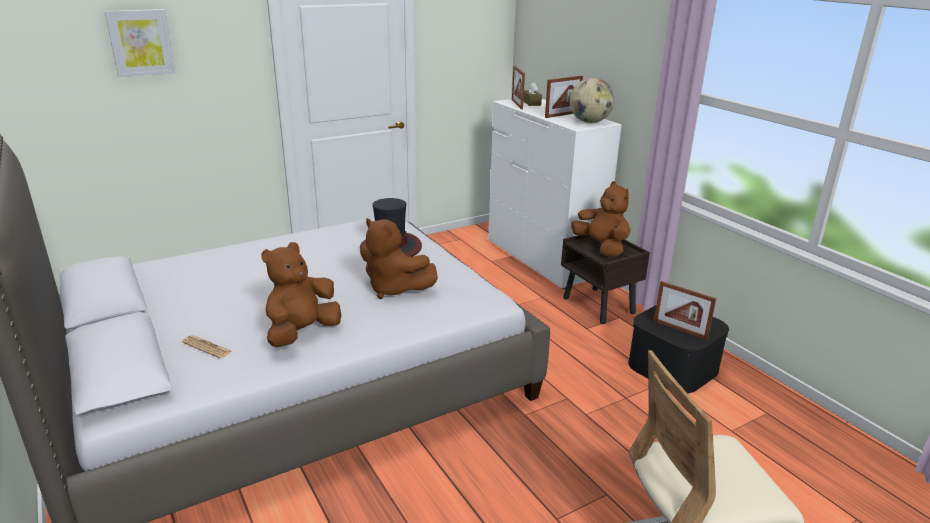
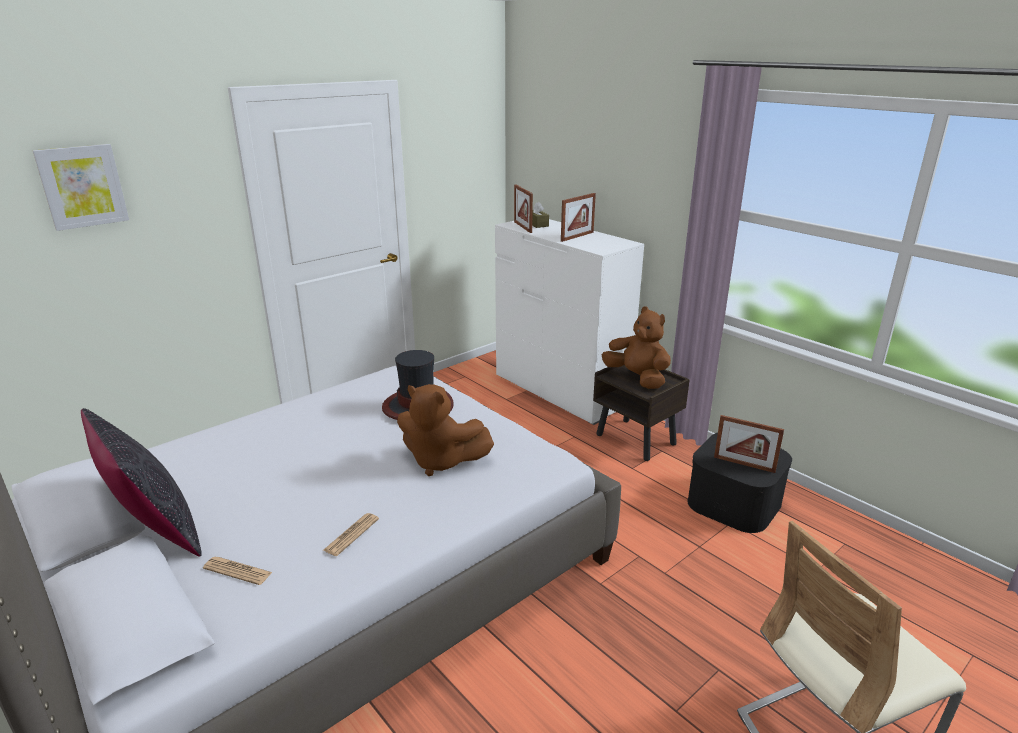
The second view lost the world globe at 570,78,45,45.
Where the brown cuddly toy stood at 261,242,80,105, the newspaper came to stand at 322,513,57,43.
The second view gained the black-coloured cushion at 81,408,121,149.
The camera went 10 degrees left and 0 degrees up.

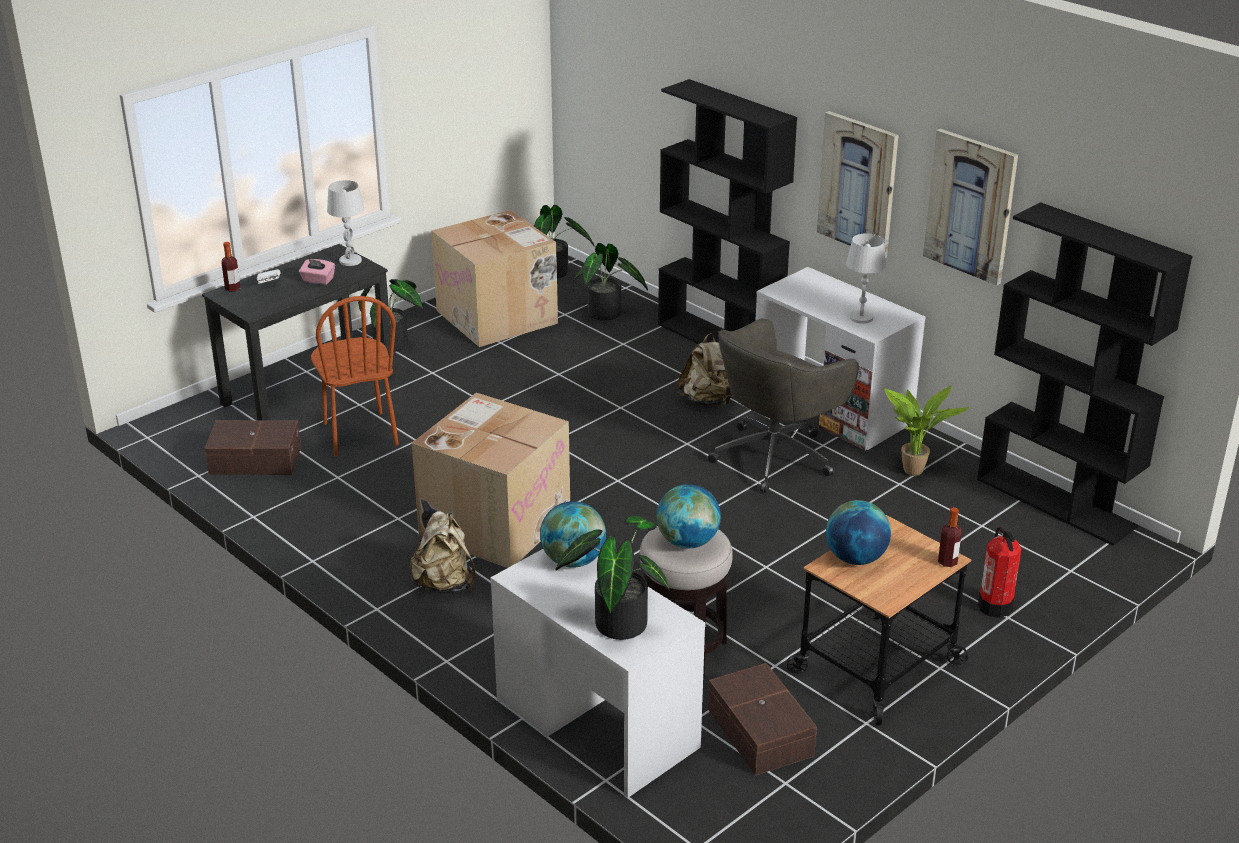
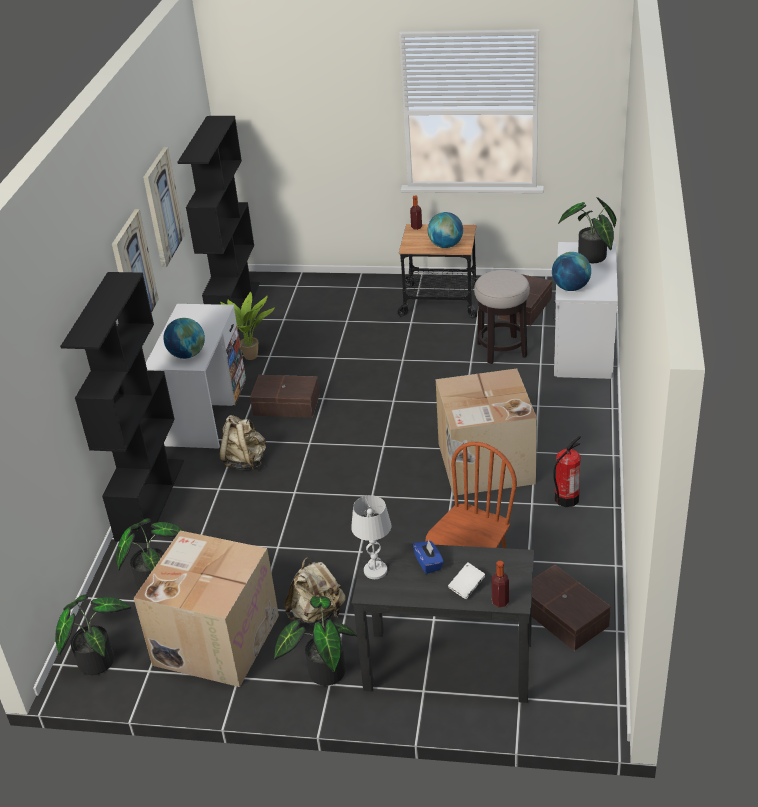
The second view lost the white lamp for a table at 846,233,40,91.
What was the pink tissue box at 299,259,36,26 turned into the blue tissue box at 413,540,31,34.
Where the grey computer chair stood at 708,319,151,174, the brown storage container came to stand at 250,375,70,43.
The world globe ended up elsewhere, having gone from 657,484,64,64 to 163,318,42,41.
The beige rucksack ended up elsewhere, having gone from 410,511,65,81 to 284,557,62,67.
The extinguisher ended up elsewhere, having gone from 978,527,44,91 to 553,436,28,71.
The camera went 125 degrees left and 5 degrees up.

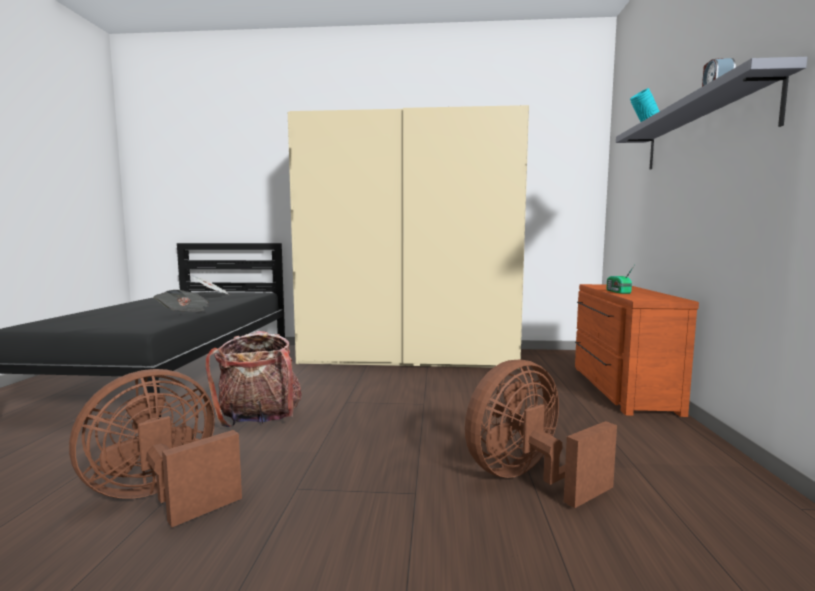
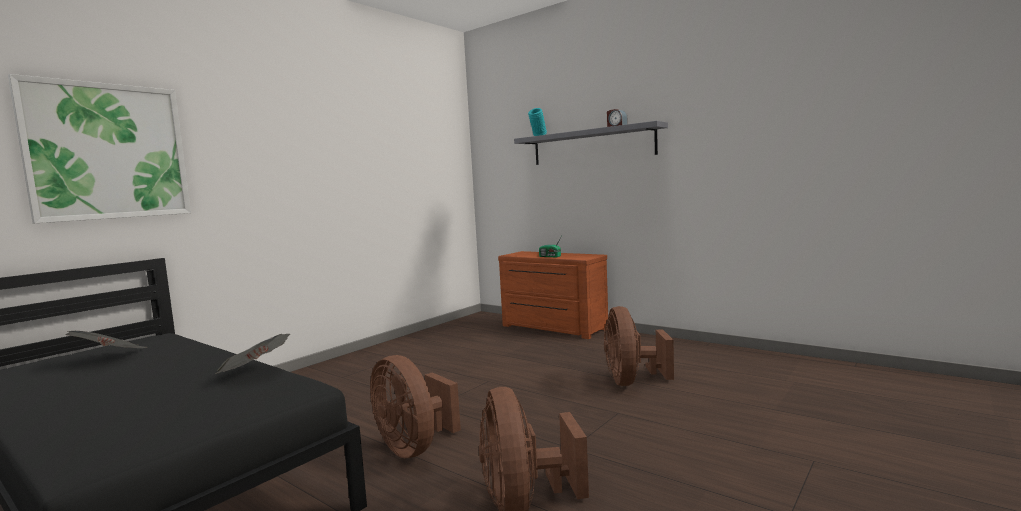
The second view lost the beige wardrobe at 288,105,241,264.
Where the rucksack stood at 205,331,97,96, the brown electric fan came to stand at 370,355,91,103.
The second view gained the wall picture at 8,74,183,149.
The camera went 55 degrees left and 0 degrees up.

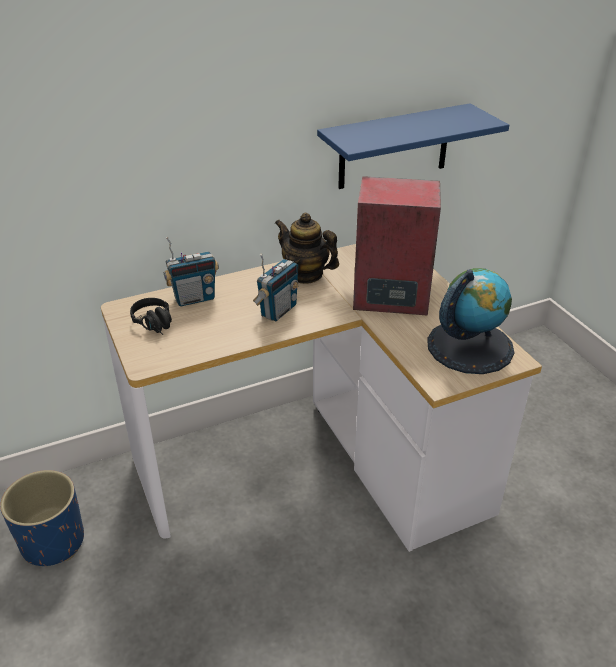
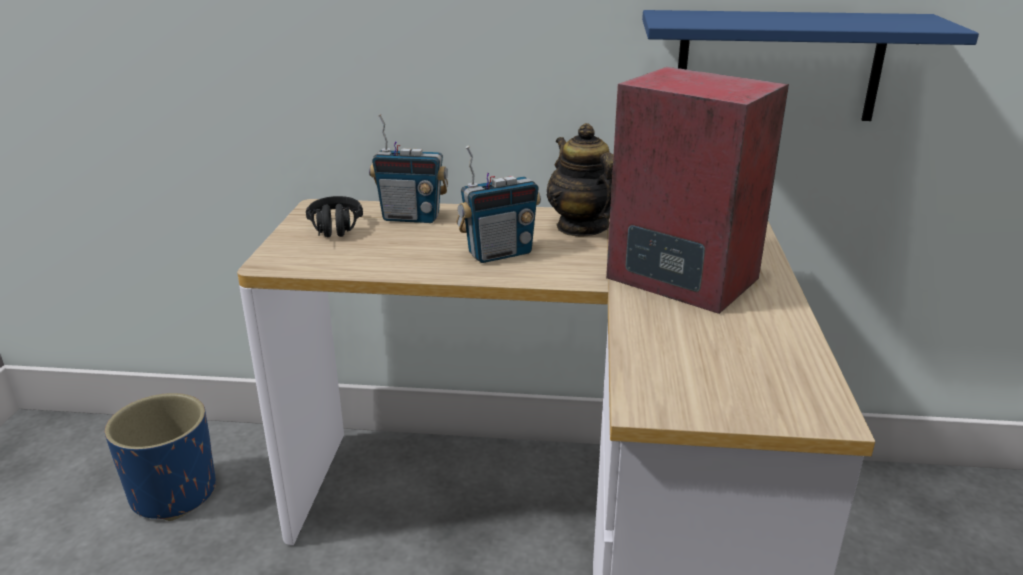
The second view lost the world globe at 427,268,88,106.
The camera went 30 degrees right and 10 degrees down.

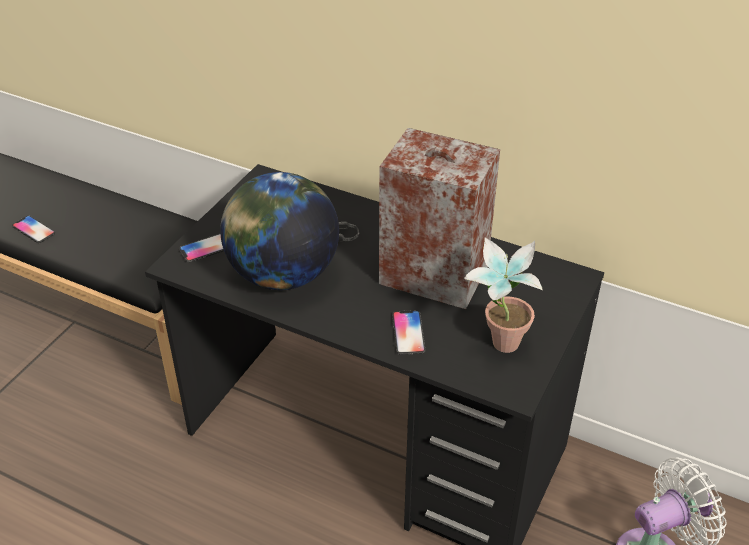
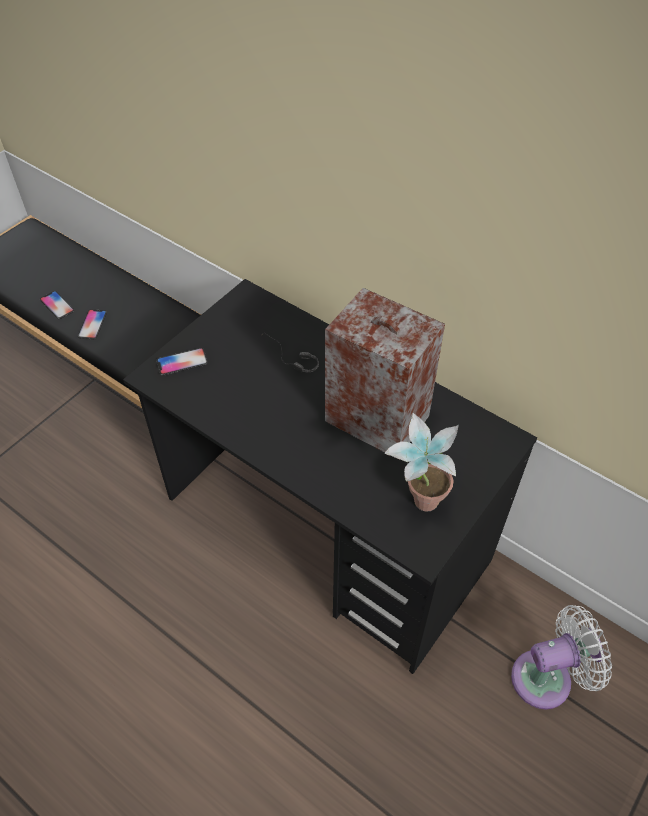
The second view lost the world globe at 220,172,119,118.
The phone ended up elsewhere, having gone from 392,310,34,45 to 78,309,29,30.
The camera went 10 degrees right and 10 degrees up.

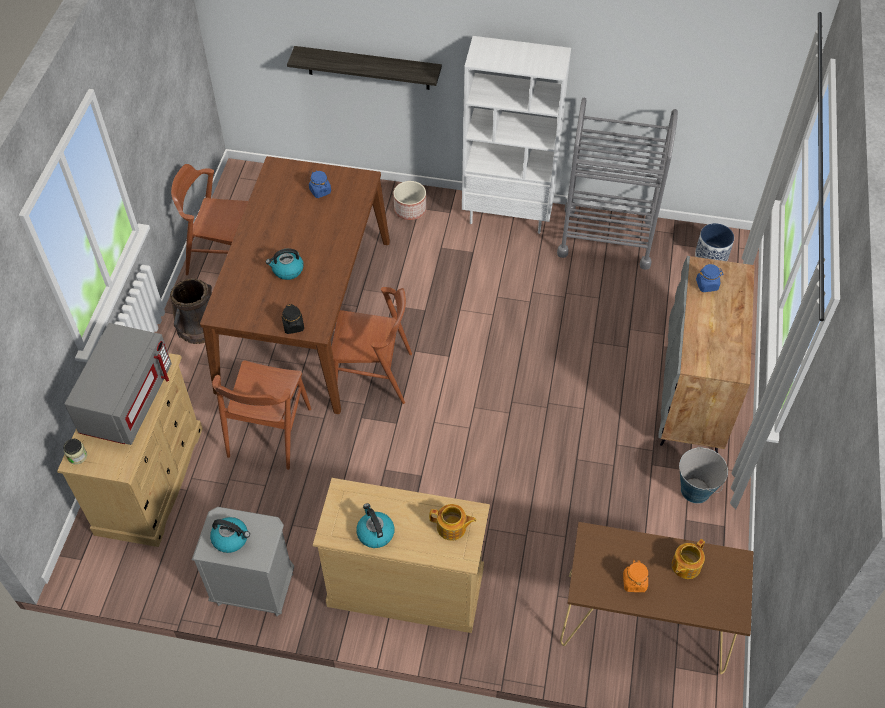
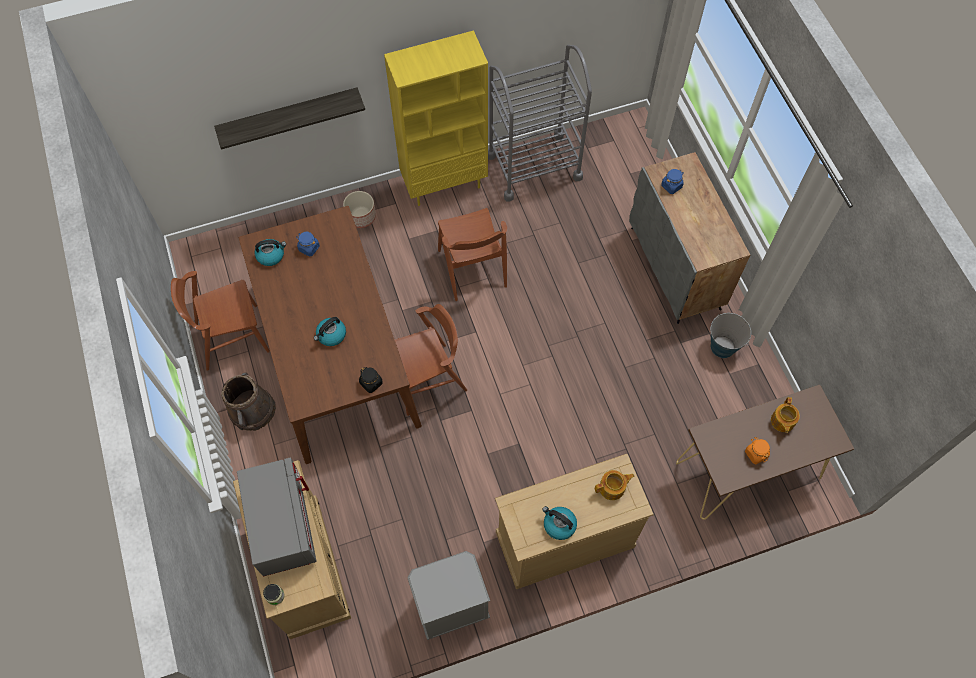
What was the white bookcase at 462,36,109,198 turned into the yellow-coloured bookcase at 384,30,104,176.
The second view lost the planter at 695,223,39,38.
The brown plain chair ended up elsewhere, having gone from 212,360,99,110 to 438,208,69,93.
The tea kettle ended up elsewhere, having gone from 210,517,40,36 to 255,239,31,27.
The camera went 30 degrees left and 10 degrees up.

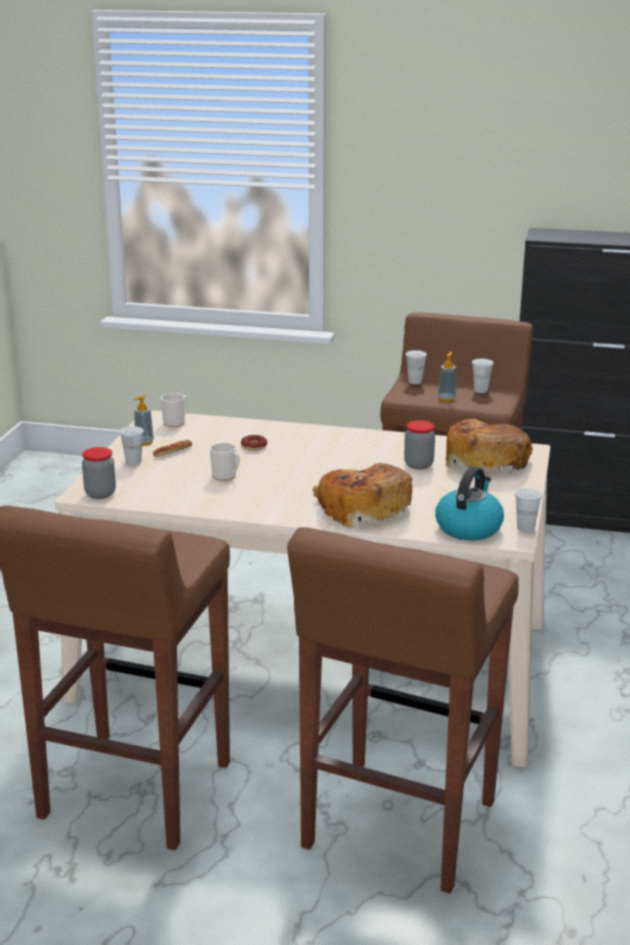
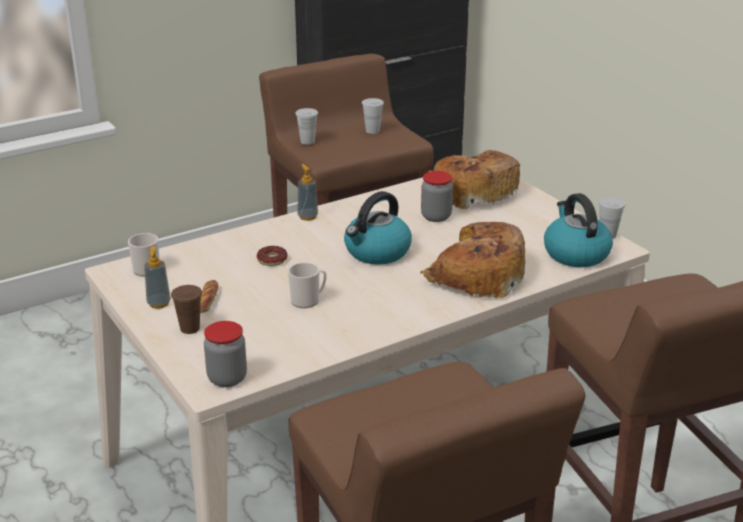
The soap bottle ended up elsewhere, having gone from 438,352,18,50 to 297,164,21,57.
What was the white drinking cup at 119,426,25,39 turned into the brown drinking cup at 171,285,31,49.
The second view gained the tea kettle at 344,191,68,74.
The camera went 45 degrees left and 5 degrees up.

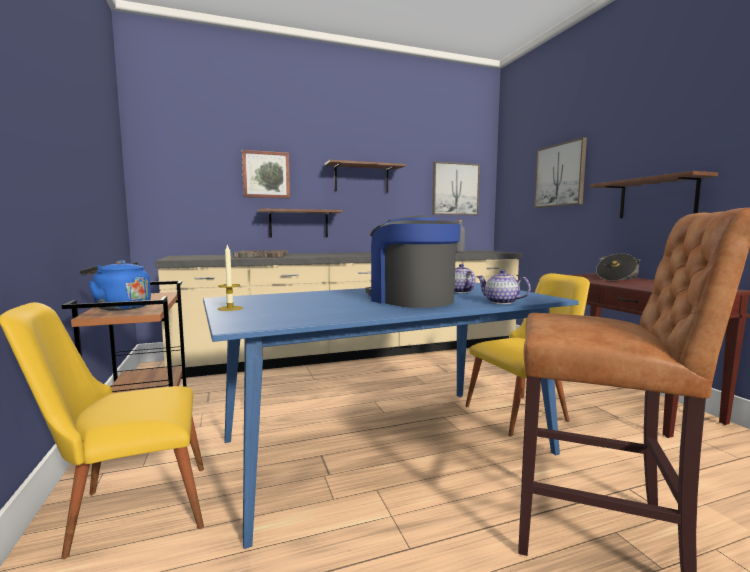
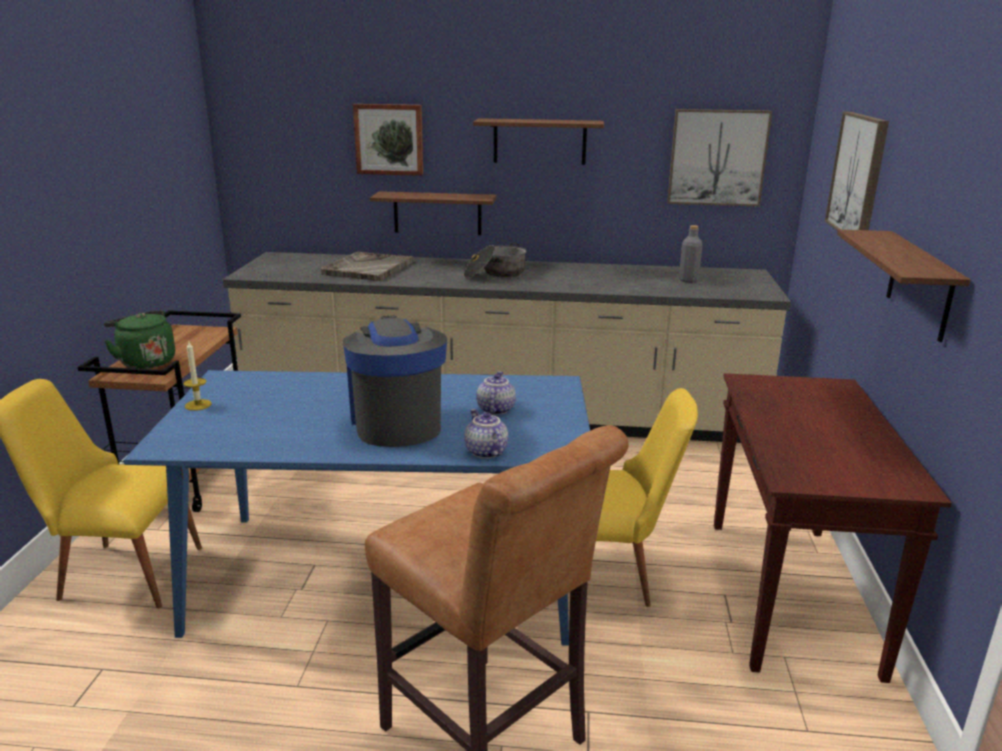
The stockpot ended up elsewhere, having gone from 596,253,45,28 to 464,243,62,35.
What was the blue tea kettle at 80,260,71,51 turned into the greenish tea kettle at 104,311,71,58.
The camera went 25 degrees right and 15 degrees up.

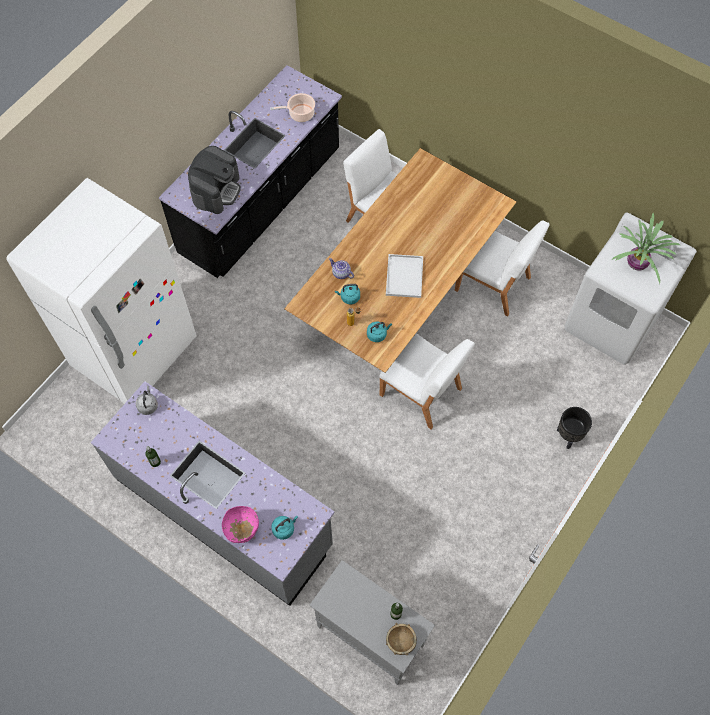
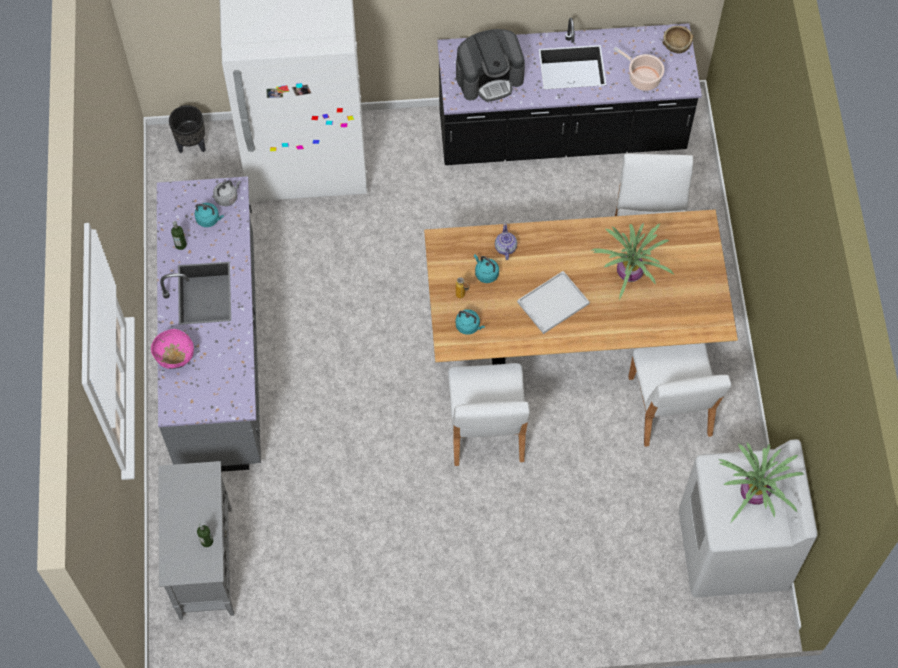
The black-coloured planter ended up elsewhere, having gone from 557,407,35,42 to 169,105,37,48.
The blue-green tea kettle ended up elsewhere, having gone from 271,516,27,24 to 195,203,29,24.
The brown bowl ended up elsewhere, having gone from 386,623,31,33 to 663,26,31,27.
The second view gained the potted plant at 592,223,82,77.
The camera went 50 degrees right and 0 degrees up.

